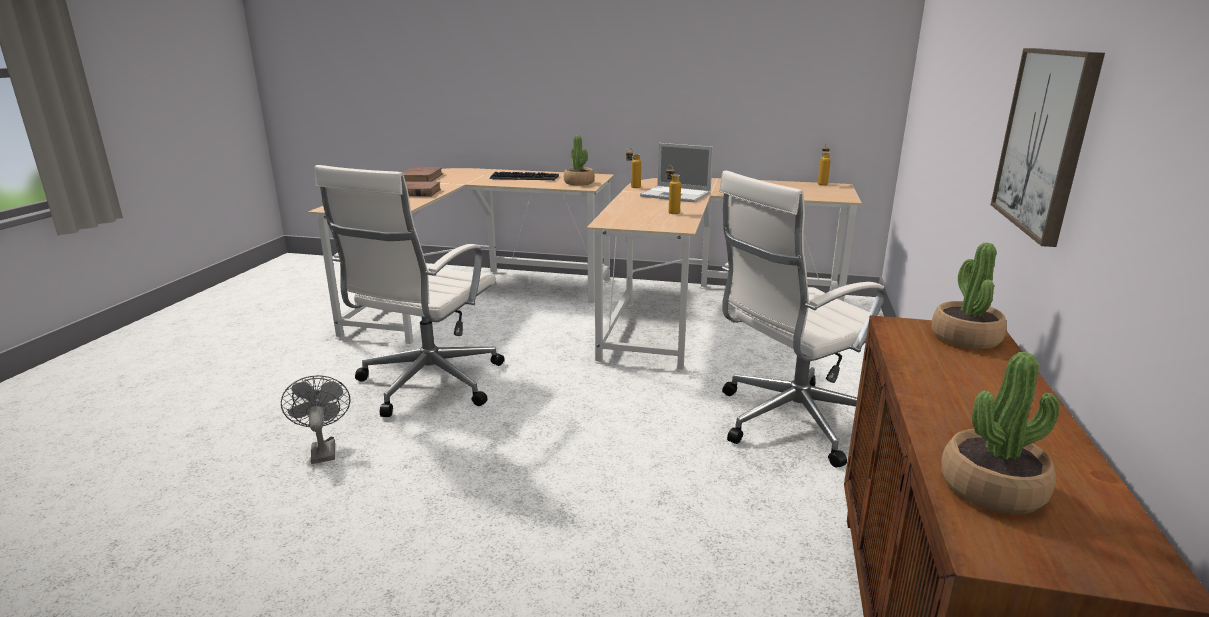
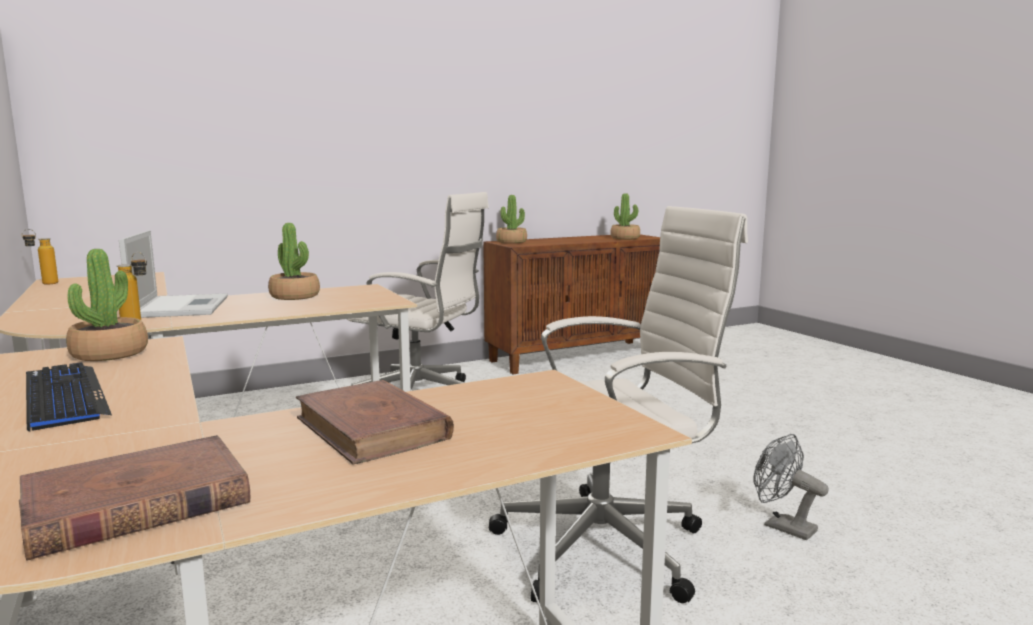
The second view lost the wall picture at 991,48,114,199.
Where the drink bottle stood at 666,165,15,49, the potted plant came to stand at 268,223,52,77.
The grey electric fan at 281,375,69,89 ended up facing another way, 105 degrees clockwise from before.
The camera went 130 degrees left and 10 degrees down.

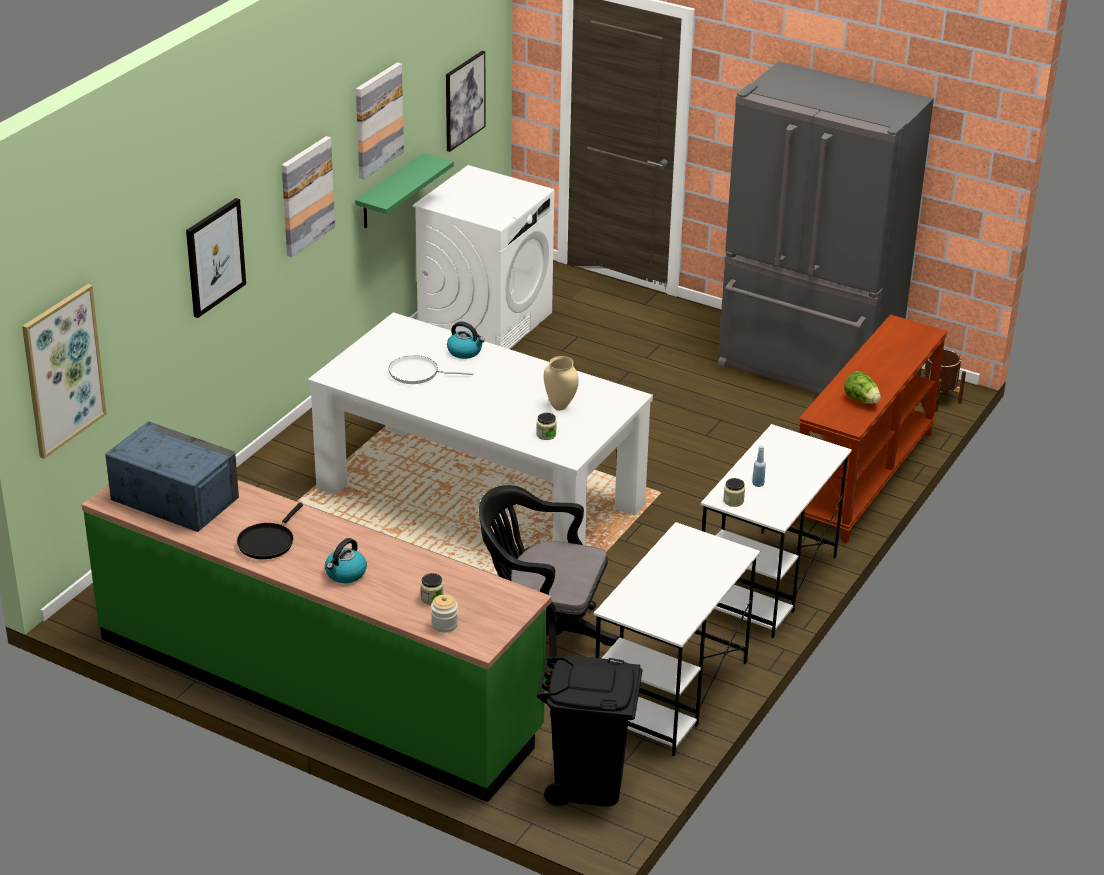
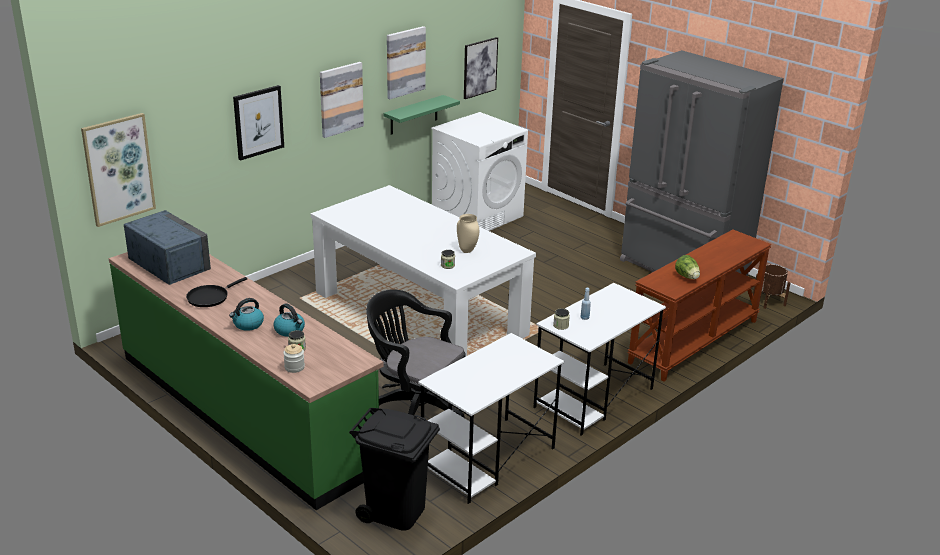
The tea kettle ended up elsewhere, having gone from 447,321,38,38 to 274,303,31,34.
The second view lost the white frying pan at 389,355,85,29.
The camera went 15 degrees right and 5 degrees down.

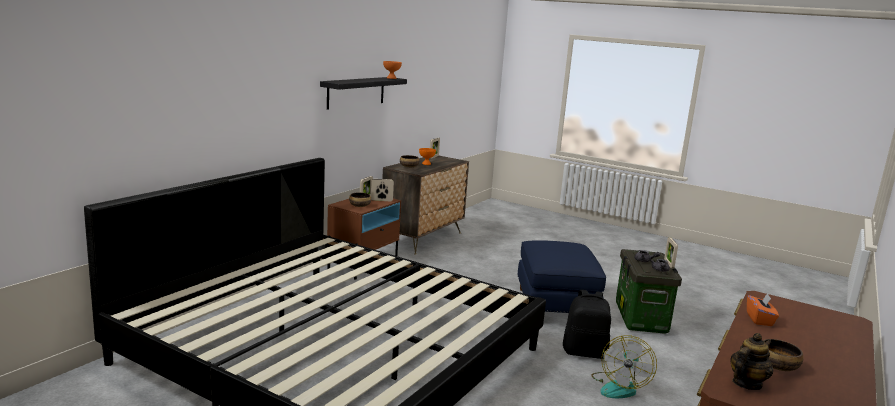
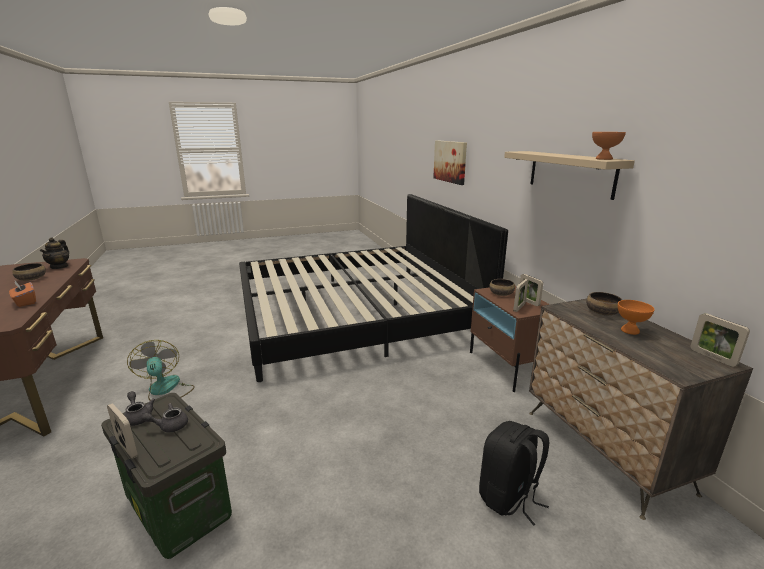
What was the black-coloured shelf at 320,77,87,33 turned into the beige shelf at 504,151,131,49.
The second view lost the blue ottoman at 517,240,89,73.
The black-coloured rucksack ended up elsewhere, having gone from 563,290,48,69 to 479,421,70,105.
The second view gained the wall picture at 433,140,34,45.
The camera went 130 degrees right and 5 degrees up.

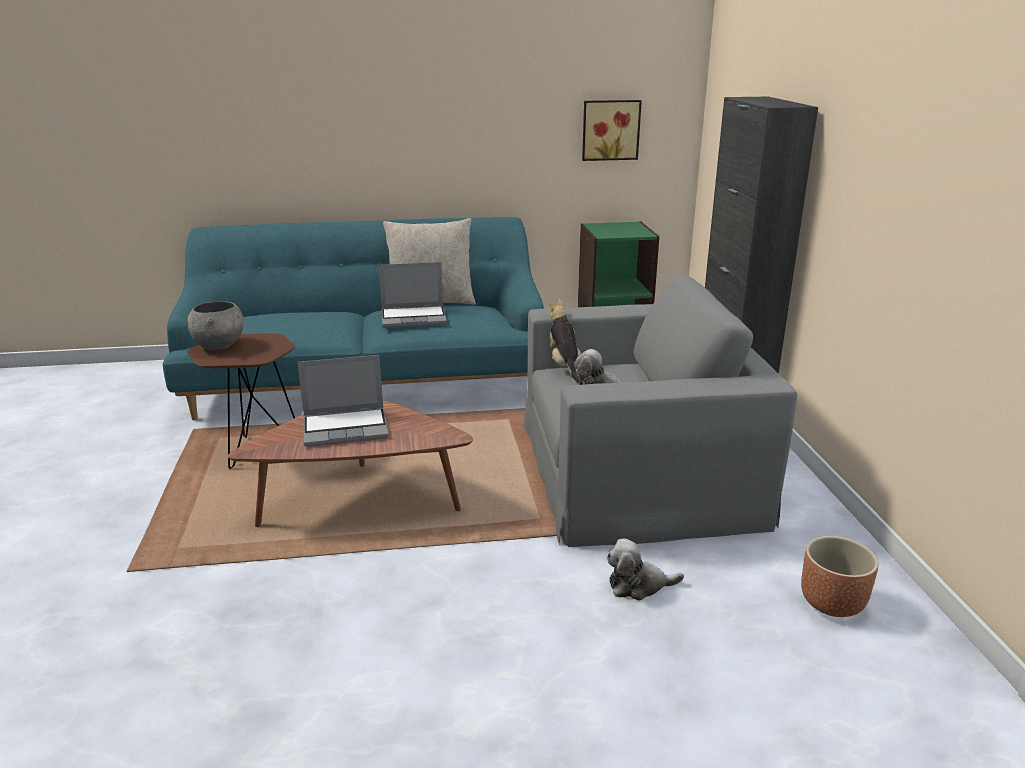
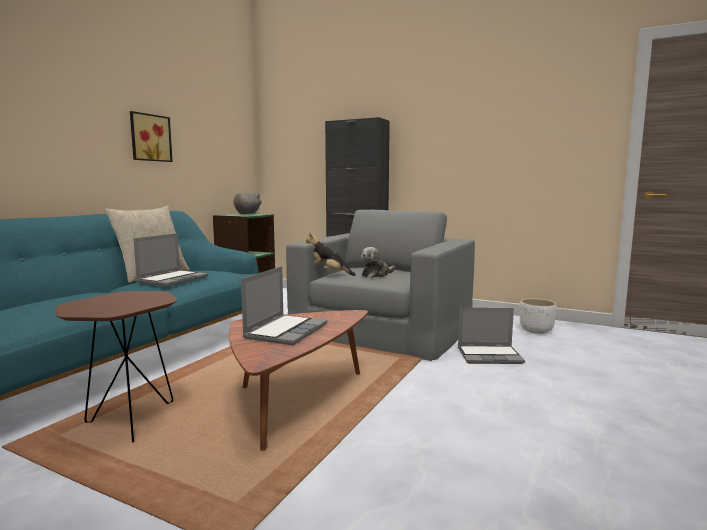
The wall picture ended up elsewhere, having gone from 582,100,60,61 to 130,111,43,51.
The grey bowl ended up elsewhere, having gone from 188,301,56,49 to 234,193,28,21.
What was the brown planter at 801,536,77,81 turned into the white planter at 520,298,37,36.
Where the cuddly toy stood at 606,538,78,62, the laptop came to stand at 458,308,67,56.
The camera went 55 degrees left and 15 degrees down.

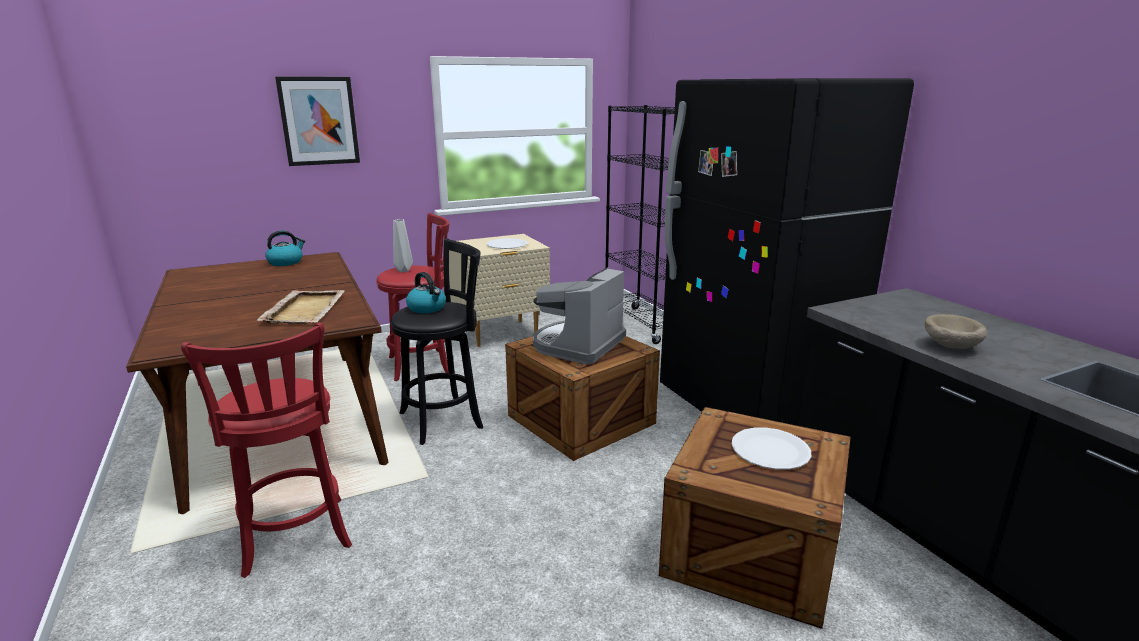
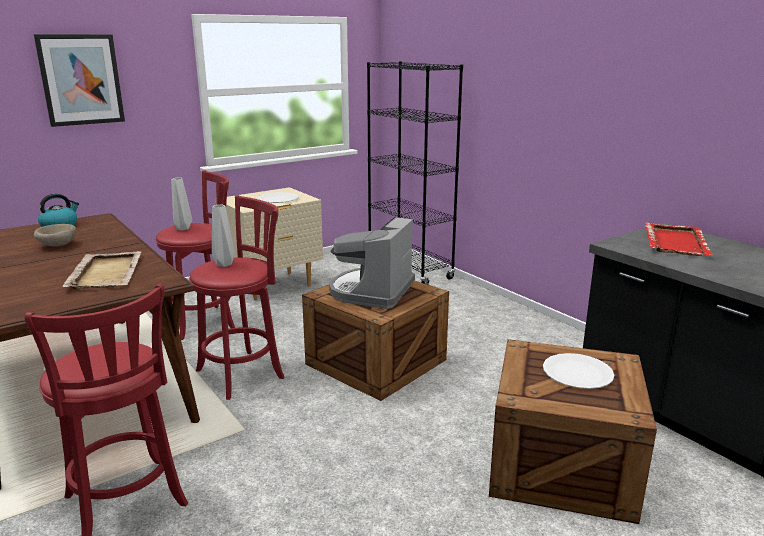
The second view lost the black-coloured fridge at 660,78,254,348.
What was the black-coloured sitting stool at 391,239,92,206 turned into the red sitting stool at 189,195,95,205.
Where the tea kettle stood at 406,272,40,41, the grey decorative vase came to stand at 212,205,23,62.
The beige bowl ended up elsewhere, having gone from 925,314,62,35 to 34,224,42,22.
The second view gained the red serving tray at 645,222,69,34.
The camera went 10 degrees left and 0 degrees up.

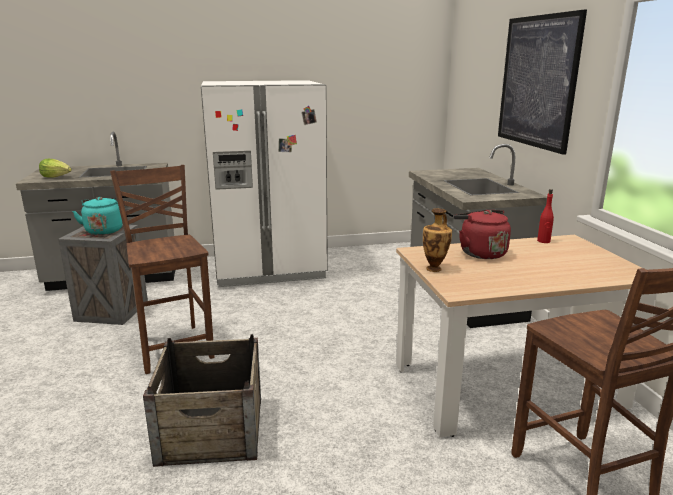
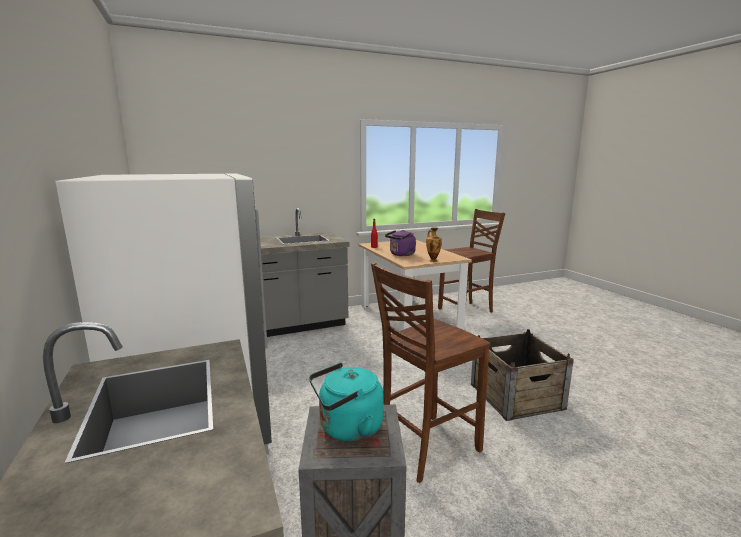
The second view lost the wall picture at 498,10,89,145.
The second view lost the lettuce head at 39,159,33,19.
What was the red tea kettle at 454,210,57,49 turned into the purple tea kettle at 385,230,31,26.
The camera went 100 degrees left and 5 degrees down.

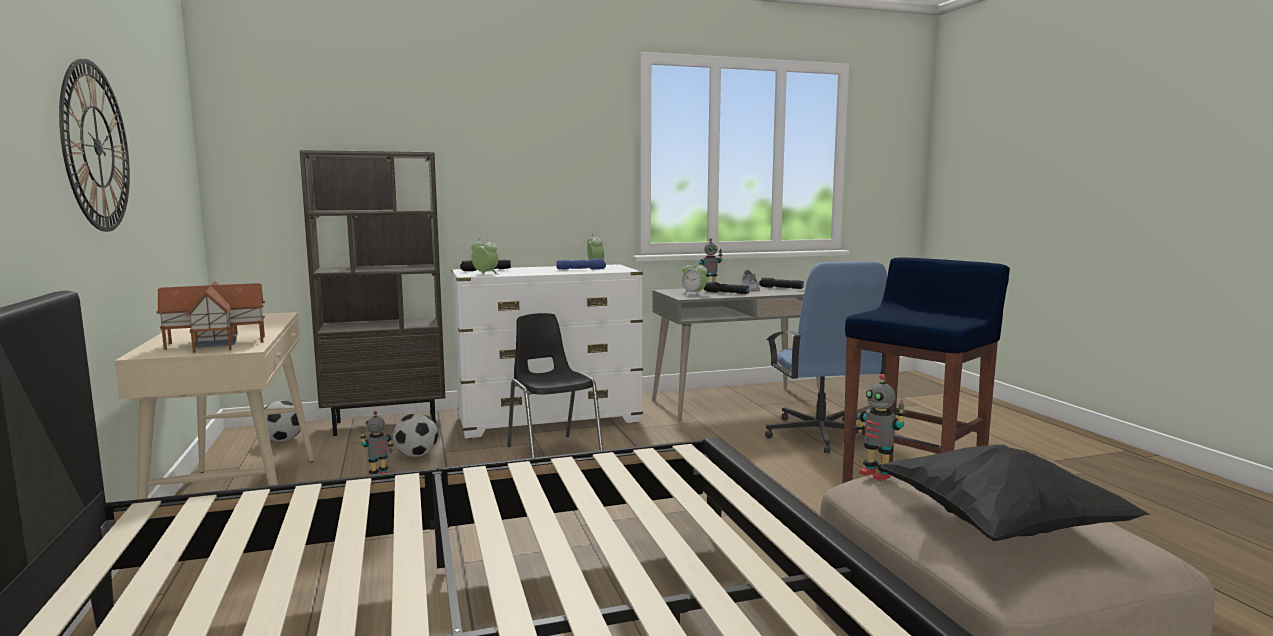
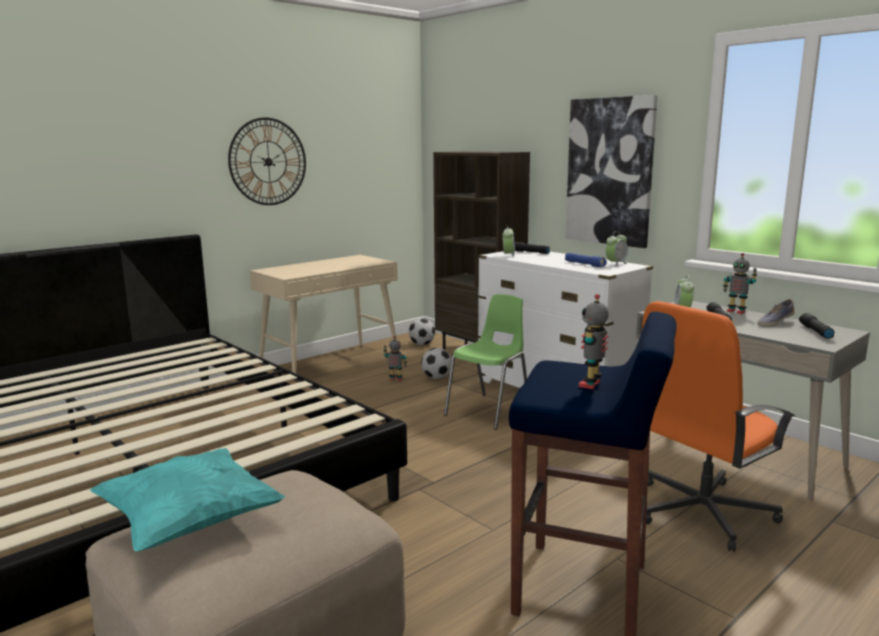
What was the blue computer chair at 765,262,122,192 turned into the orange computer chair at 642,301,153,250.
The second view lost the miniature house at 156,281,109,72.
What was the black-coloured plain chair at 507,313,96,145 turned into the greenish plain chair at 444,294,83,136.
The robot figure ended up elsewhere, having gone from 856,374,50,107 to 579,294,30,95.
What was the black-coloured cushion at 881,445,269,96 turned into the blue-green cushion at 90,448,195,103.
The second view gained the wall picture at 565,95,93,153.
The camera went 65 degrees right and 5 degrees up.

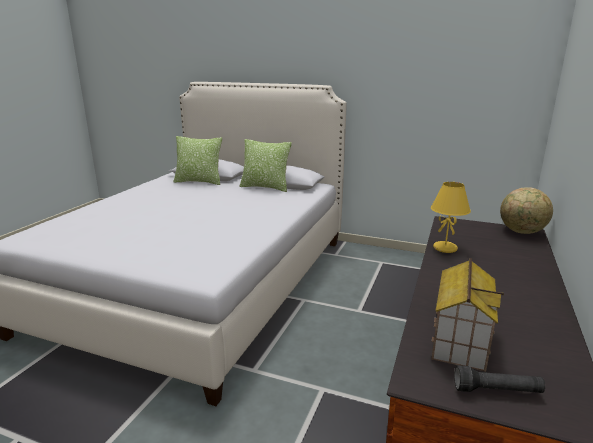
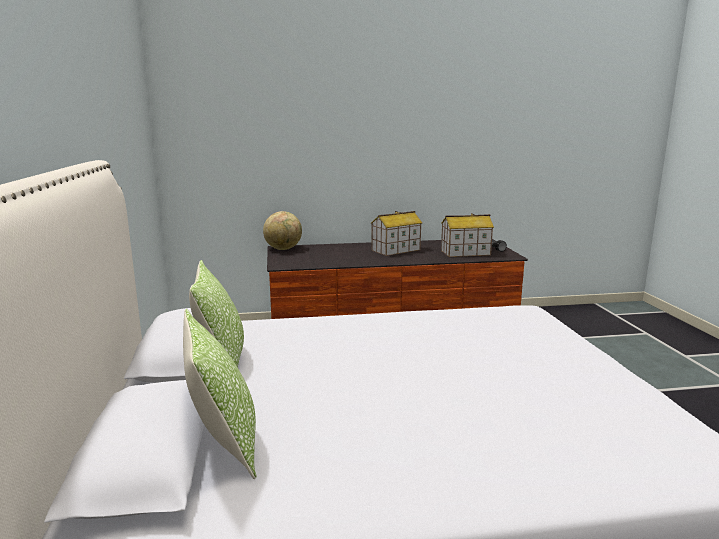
The second view lost the yellow-coloured lamp for a table at 431,182,40,71.
The second view gained the miniature house at 371,211,51,45.
The camera went 120 degrees left and 5 degrees down.

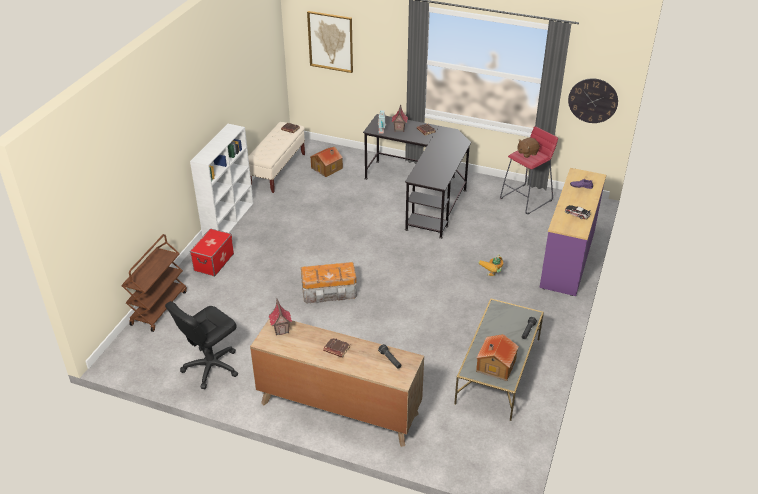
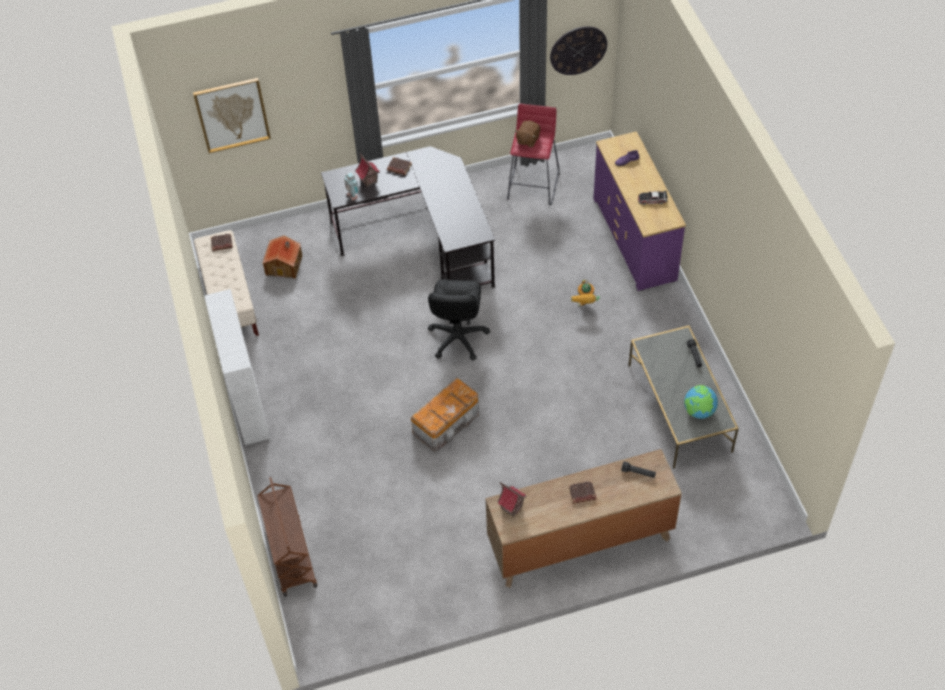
The second view lost the storage container at 190,229,44,47.
The black-coloured computer chair ended up elsewhere, having gone from 165,301,73,88 to 428,279,62,81.
Where the miniature house stood at 476,334,43,47, the world globe came to stand at 684,385,34,34.
The camera went 35 degrees left and 15 degrees up.

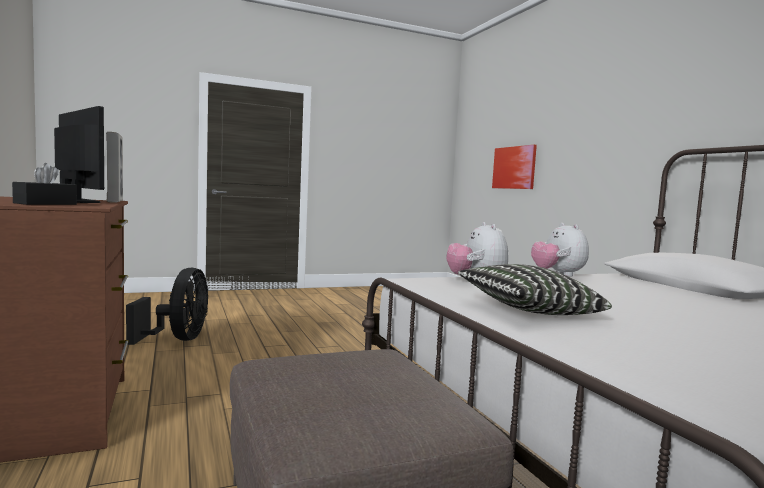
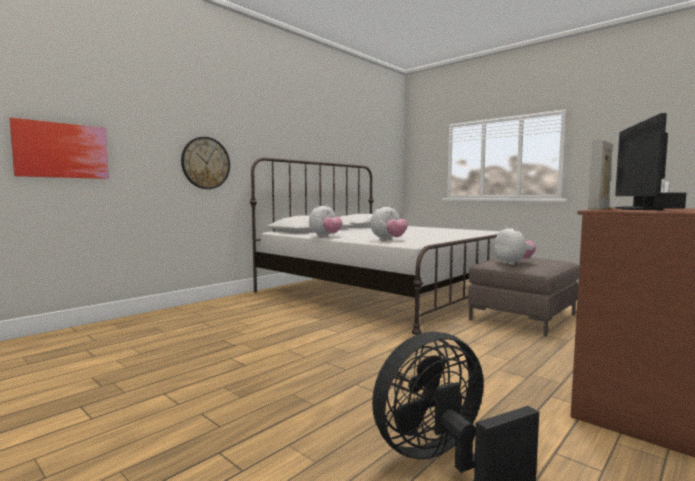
The second view lost the cushion at 458,264,154,51.
The second view gained the wall clock at 181,137,49,52.
The second view gained the cuddly toy at 494,226,42,39.
The camera went 115 degrees left and 0 degrees up.

